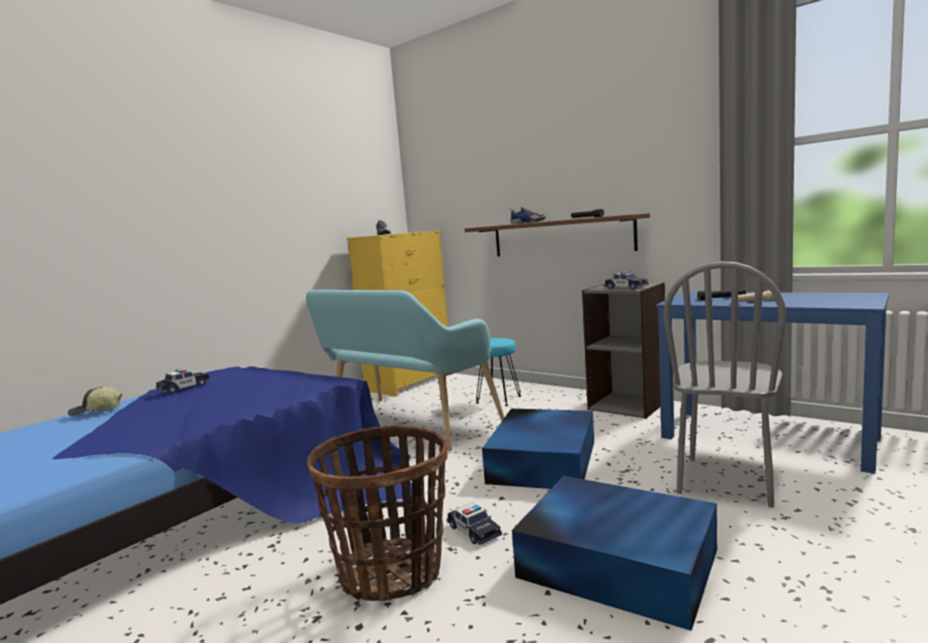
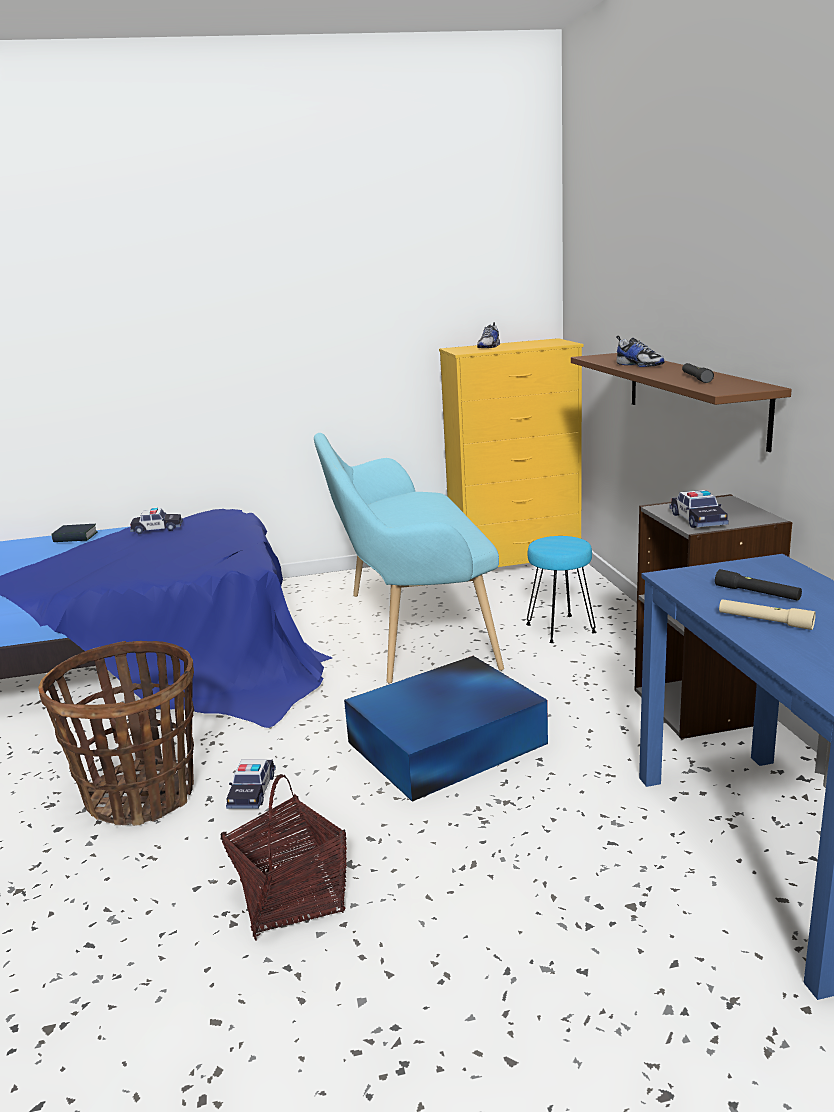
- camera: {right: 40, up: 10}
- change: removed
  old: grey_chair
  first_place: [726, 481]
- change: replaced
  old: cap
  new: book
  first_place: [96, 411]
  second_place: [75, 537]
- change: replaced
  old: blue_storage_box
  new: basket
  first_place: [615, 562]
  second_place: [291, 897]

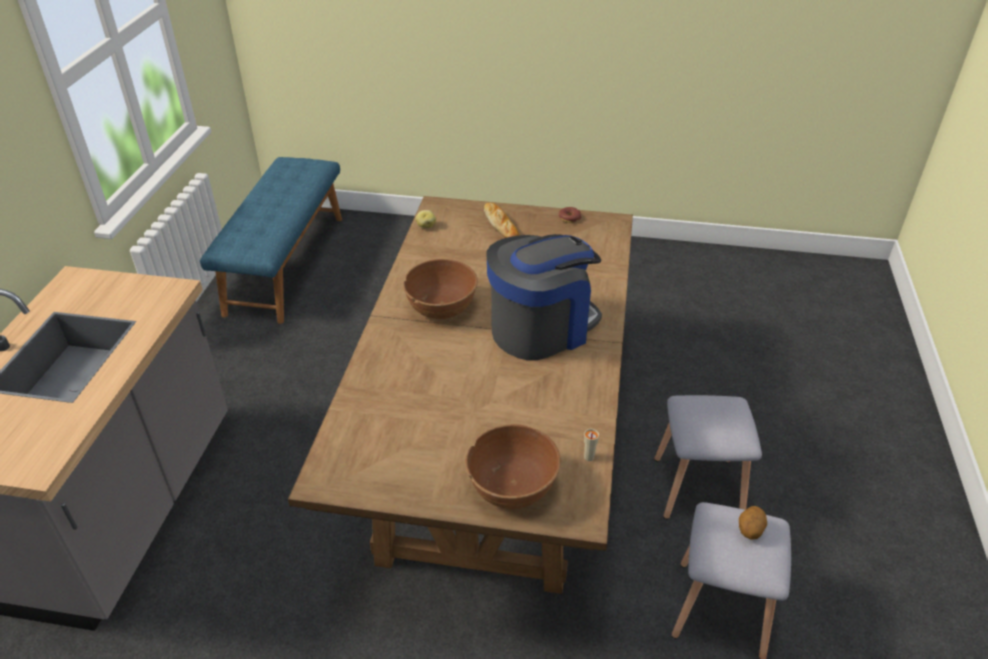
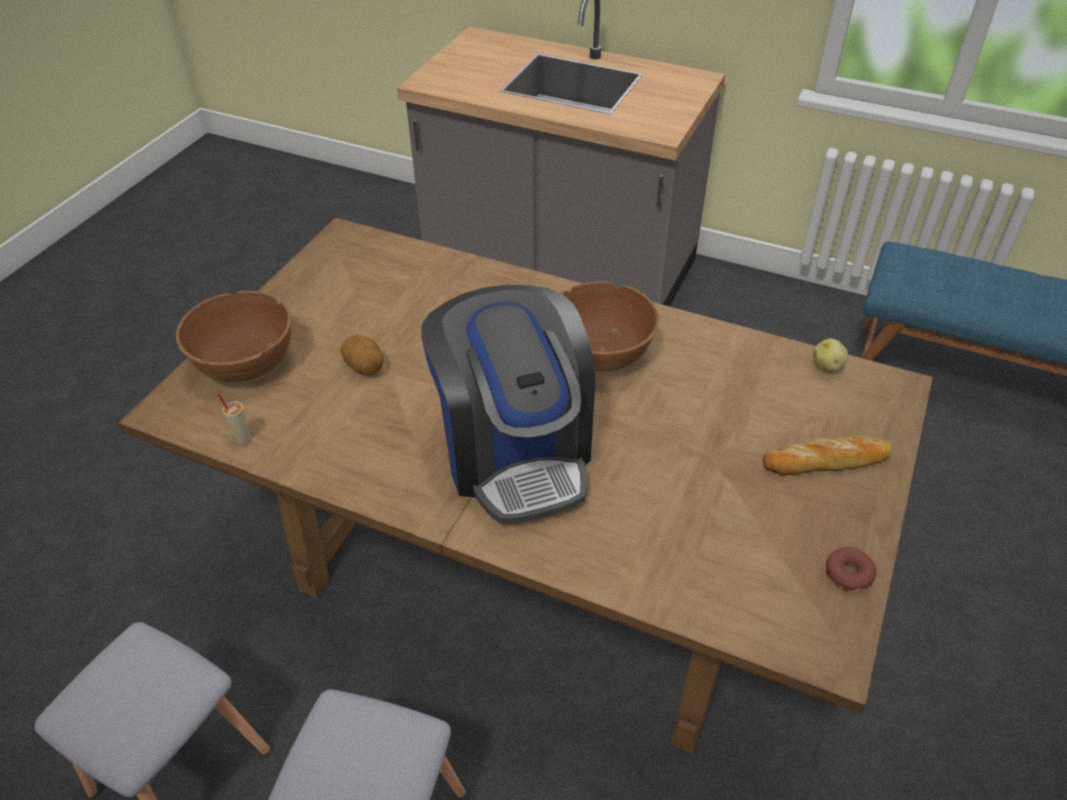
- camera: {right: 105, up: 5}
- change: moved
  old: potato
  first_place: [749, 530]
  second_place: [365, 367]

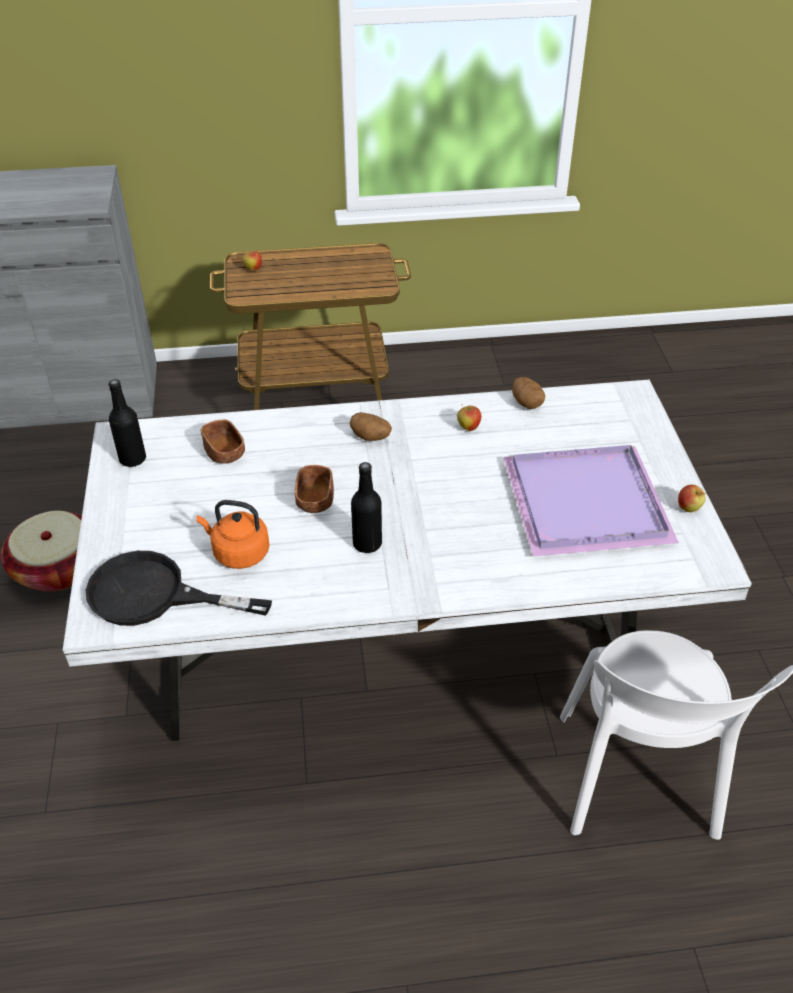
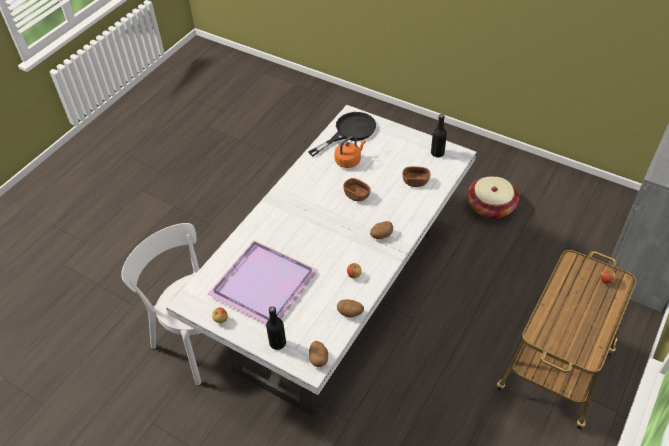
- camera: {right: 130, up: 5}
- change: moved
  old: black_bottle
  first_place: [367, 544]
  second_place: [277, 343]
- change: added
  new: potato
  second_place: [318, 358]

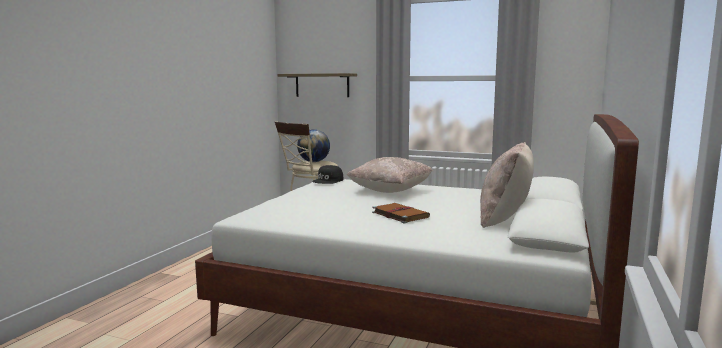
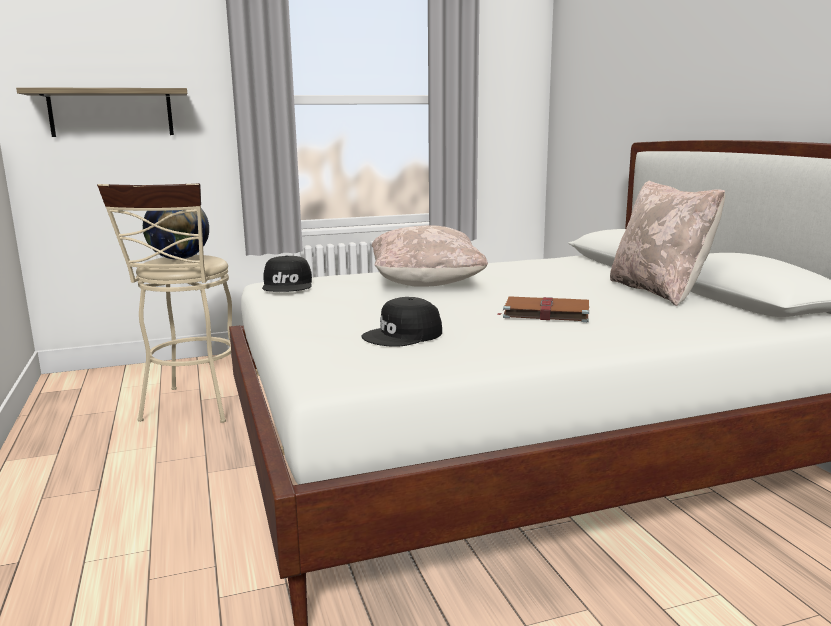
- camera: {right: -40, up: 5}
- change: added
  new: black_cap
  second_place: [403, 335]

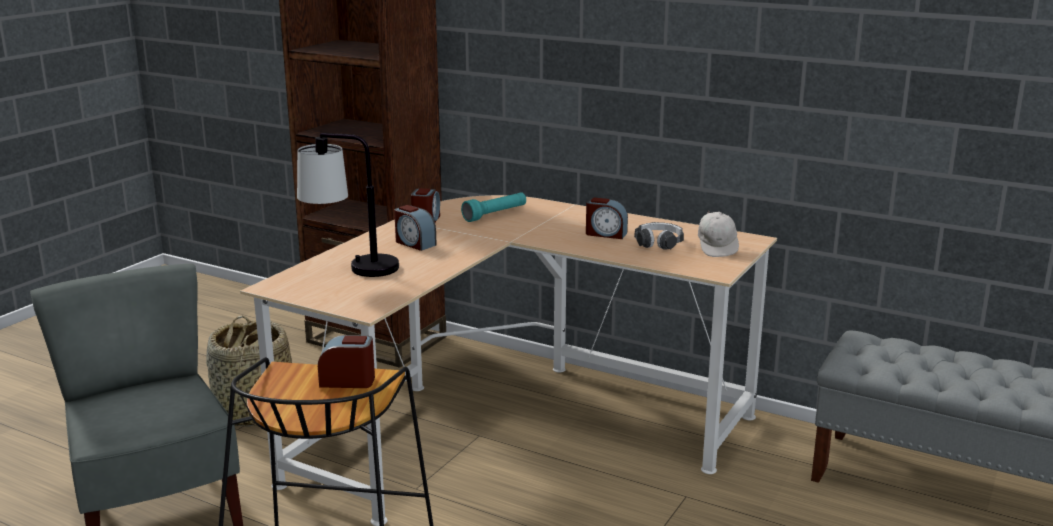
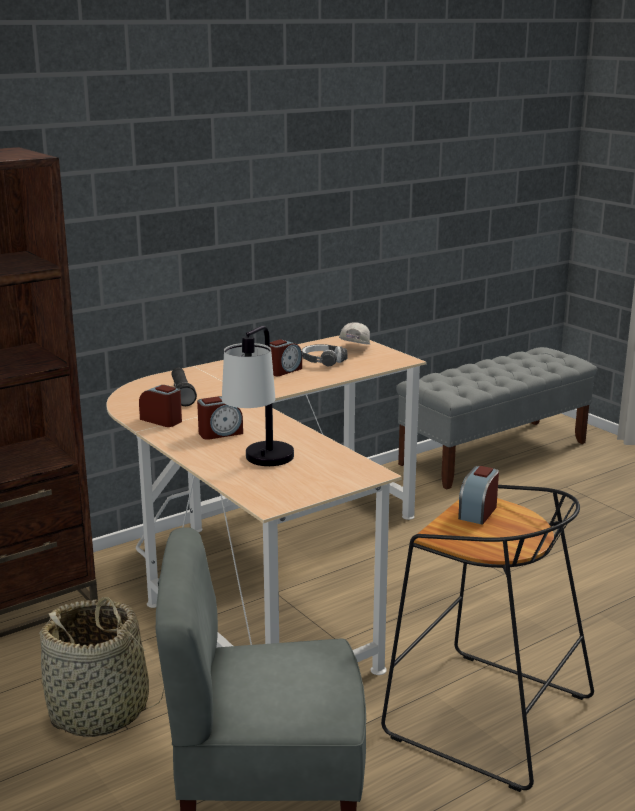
- camera: {right: -65, up: 0}
- change: recoloured
  old: turquoise_flashlight
  new: black_flashlight
  first_place: [495, 215]
  second_place: [182, 394]
- change: turned
  old: white_cap
  first_place: [717, 248]
  second_place: [354, 349]
  degrees: -105

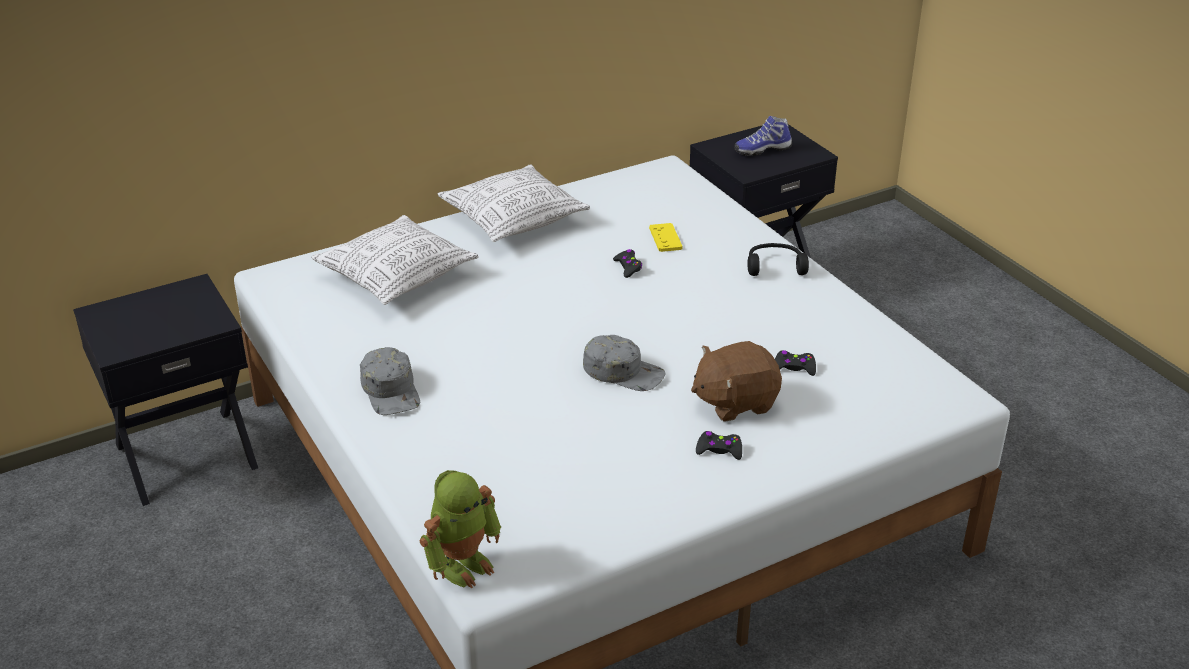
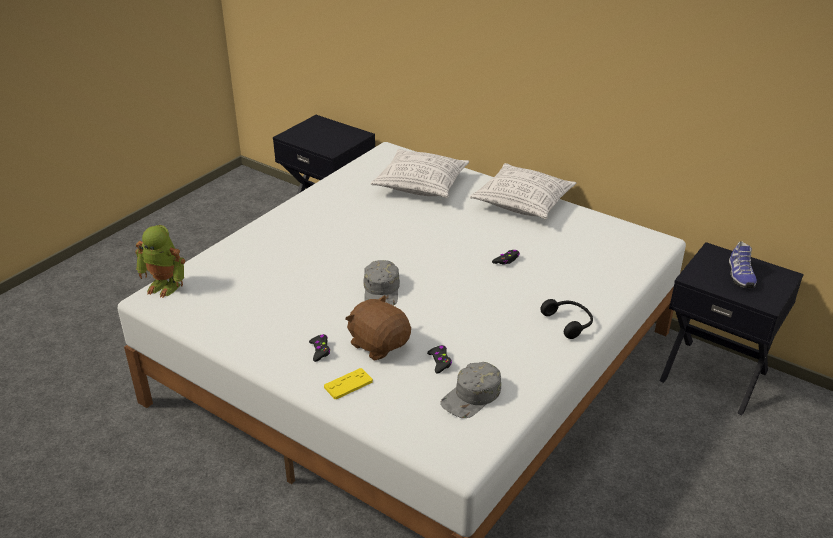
- camera: {right: 65, up: 0}
- change: turned
  old: shoe
  first_place: [762, 149]
  second_place: [739, 275]
  degrees: -135
- change: moved
  old: yellow_game_controller
  first_place: [665, 238]
  second_place: [348, 384]
- change: moved
  old: grey_cap
  first_place: [391, 390]
  second_place: [472, 396]

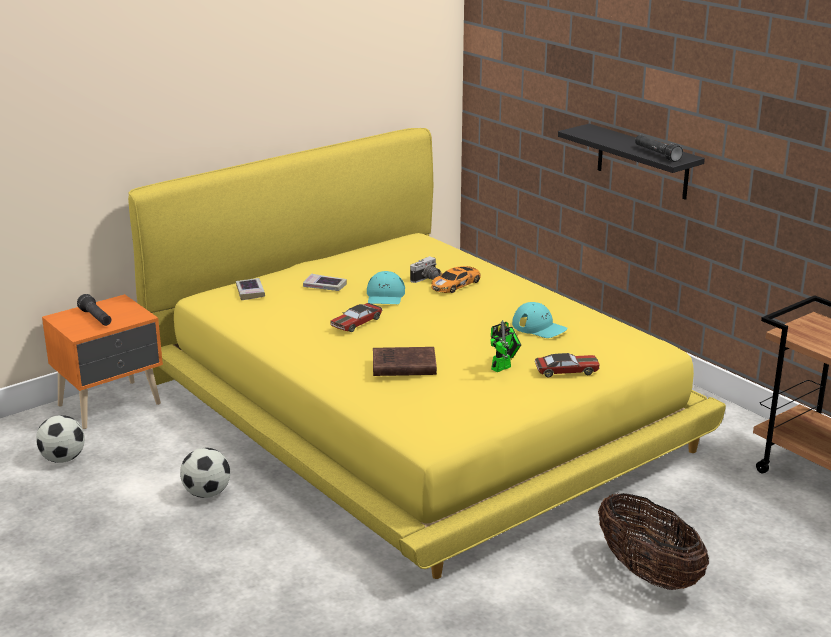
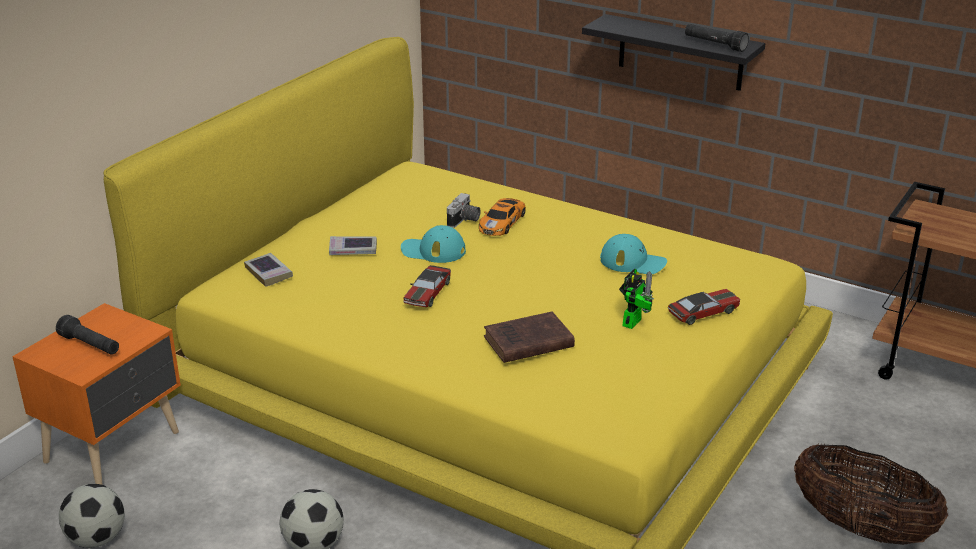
- camera: {right: -20, up: 5}
- change: turned
  old: turquoise_cap
  first_place: [385, 296]
  second_place: [433, 251]
  degrees: 120

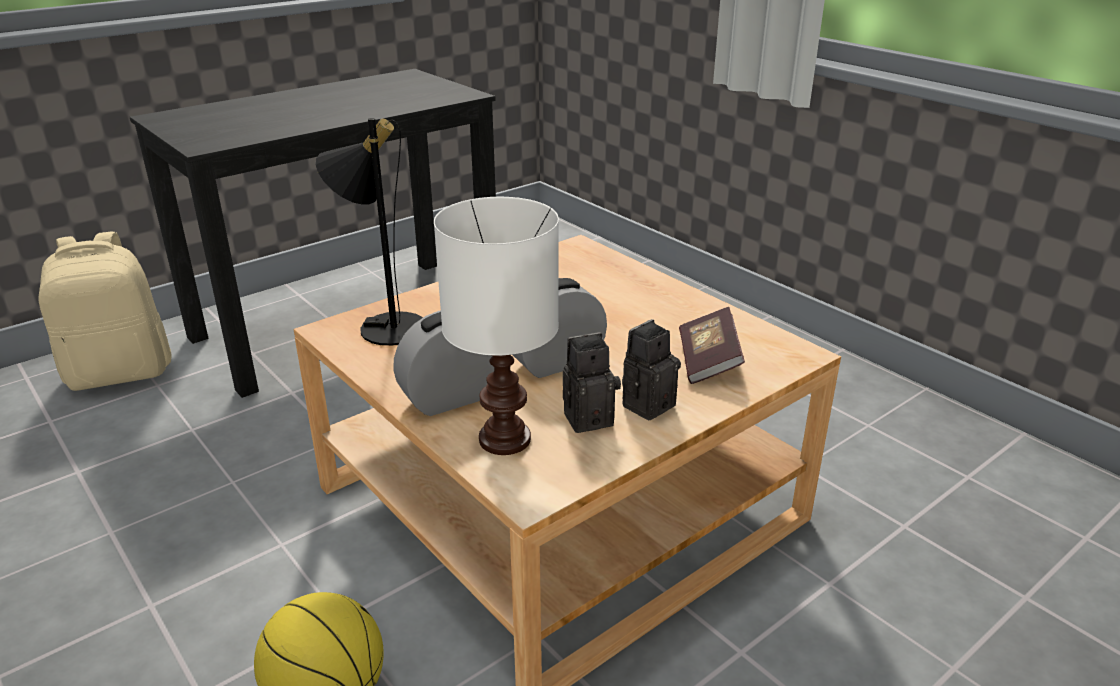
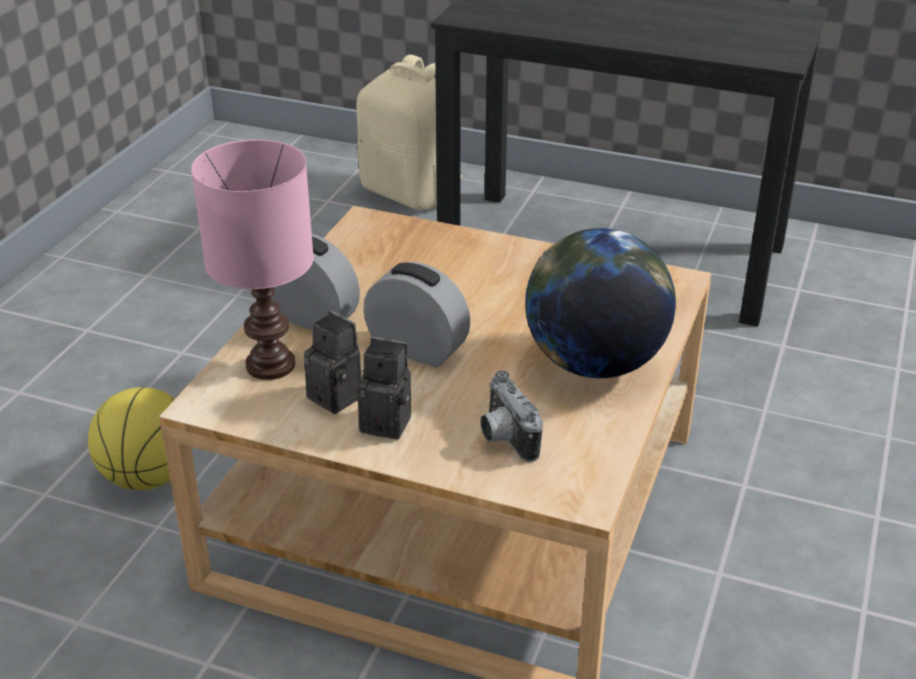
- camera: {right: 60, up: 5}
- change: removed
  old: black_table_lamp
  first_place: [383, 325]
- change: recoloured
  old: white_table_lamp
  new: pink_table_lamp
  first_place: [504, 438]
  second_place: [272, 364]
- change: replaced
  old: book
  new: photo_camera
  first_place: [708, 361]
  second_place: [503, 438]
- change: added
  new: globe
  second_place: [594, 364]

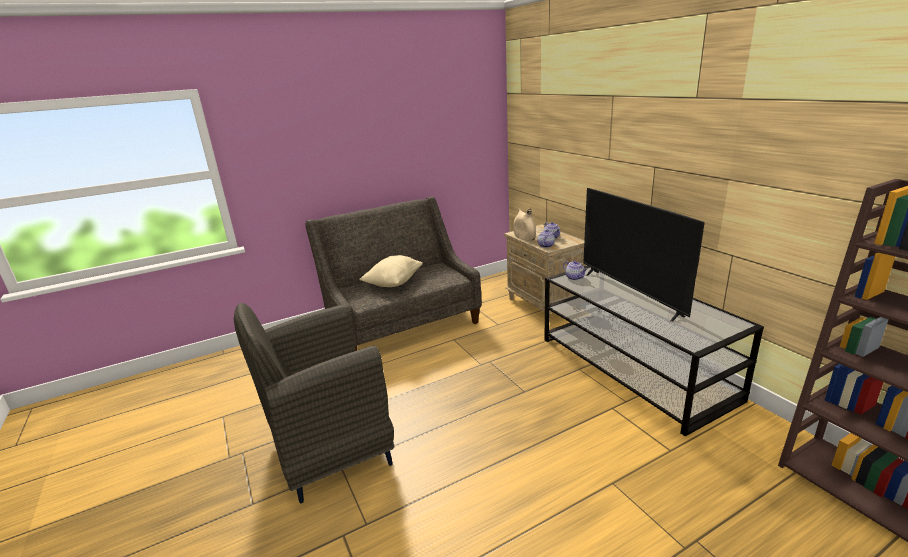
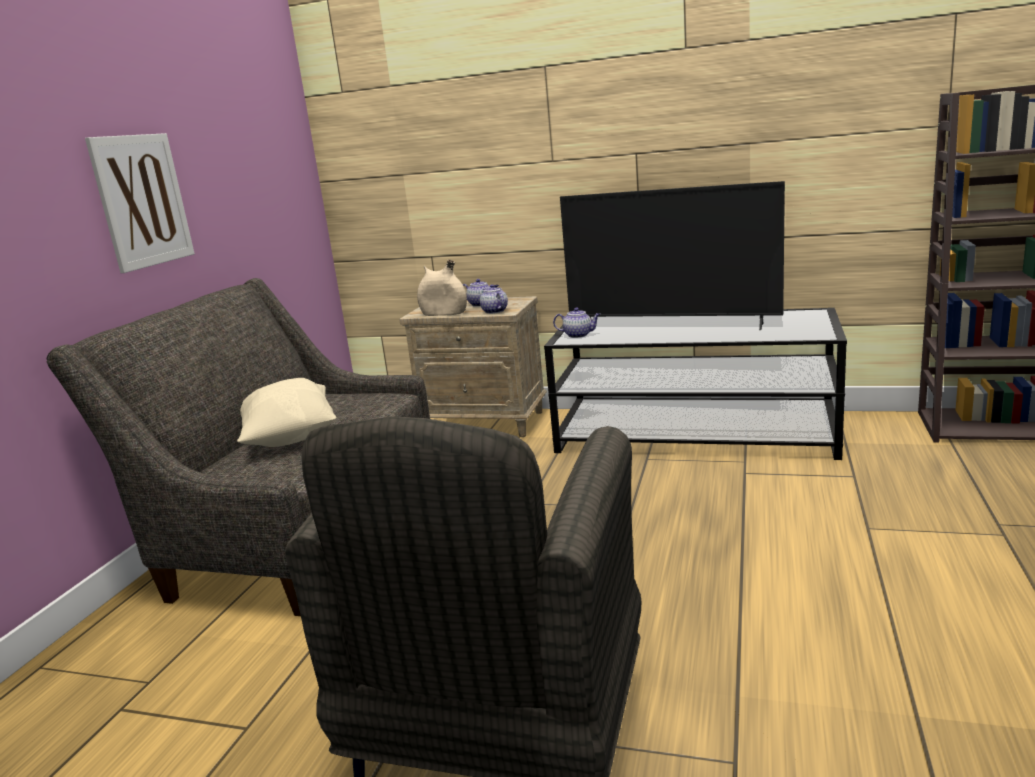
- camera: {right: -45, up: -5}
- change: added
  new: picture
  second_place: [142, 201]

